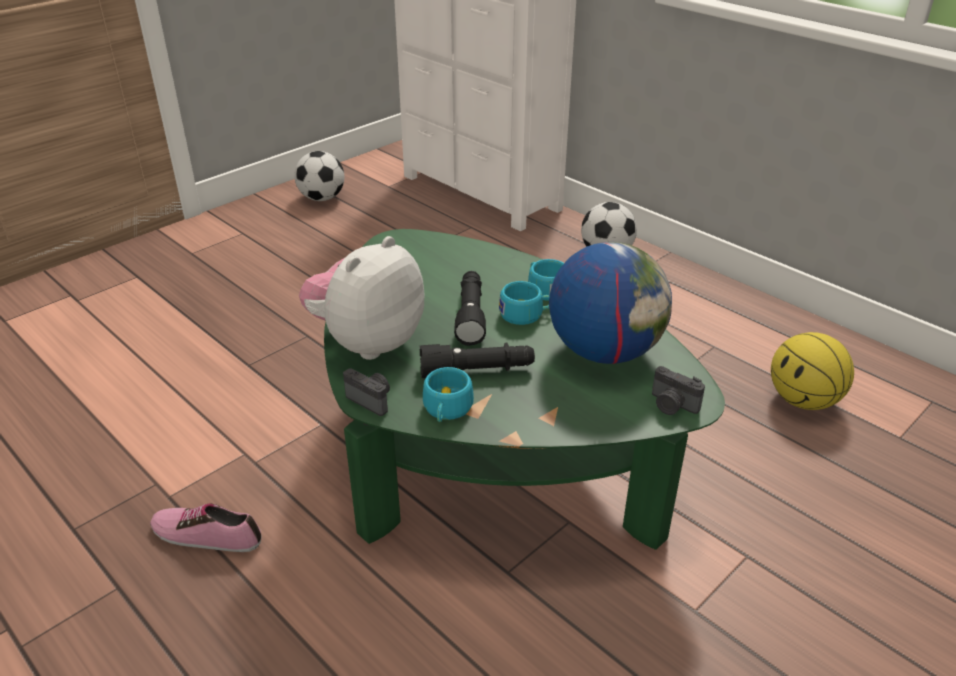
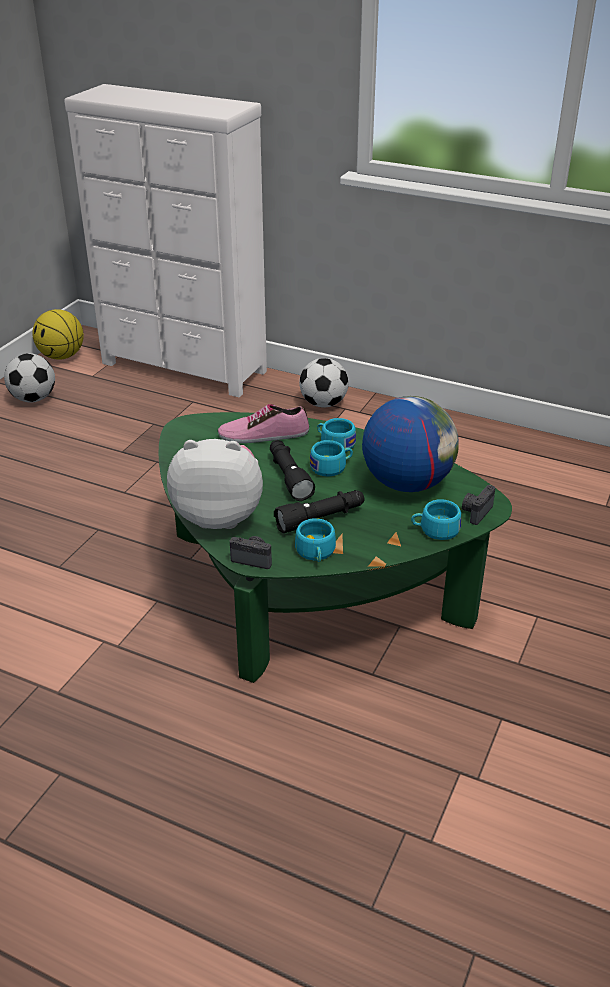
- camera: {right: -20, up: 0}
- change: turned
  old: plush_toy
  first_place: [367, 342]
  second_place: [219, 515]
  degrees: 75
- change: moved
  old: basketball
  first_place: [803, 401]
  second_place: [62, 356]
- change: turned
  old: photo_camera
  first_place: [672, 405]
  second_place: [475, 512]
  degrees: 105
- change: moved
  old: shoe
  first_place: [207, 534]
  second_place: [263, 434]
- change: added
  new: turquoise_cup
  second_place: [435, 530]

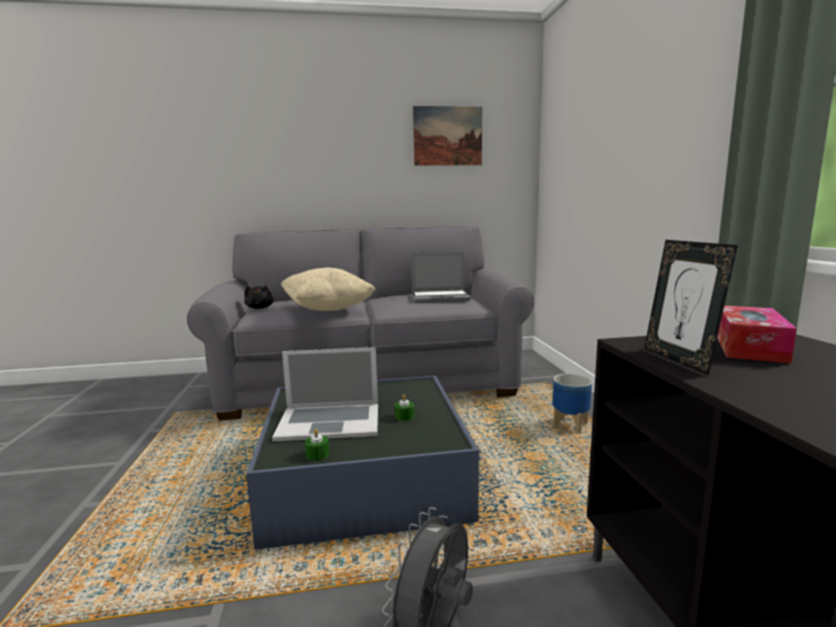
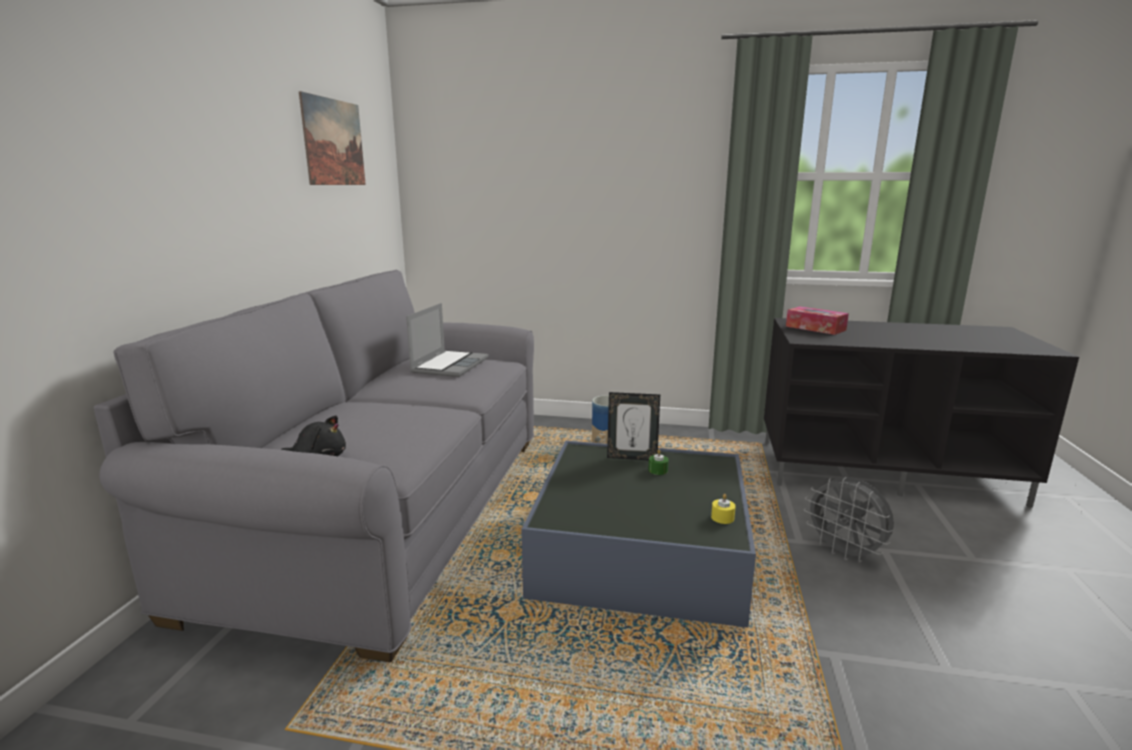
- camera: {right: -70, up: 5}
- change: moved
  old: picture_frame
  first_place: [679, 360]
  second_place: [632, 457]
- change: removed
  old: beige_pillow
  first_place: [327, 309]
- change: removed
  old: laptop
  first_place: [329, 421]
- change: recoloured
  old: green_candle
  new: yellow_candle
  first_place: [317, 454]
  second_place: [722, 517]

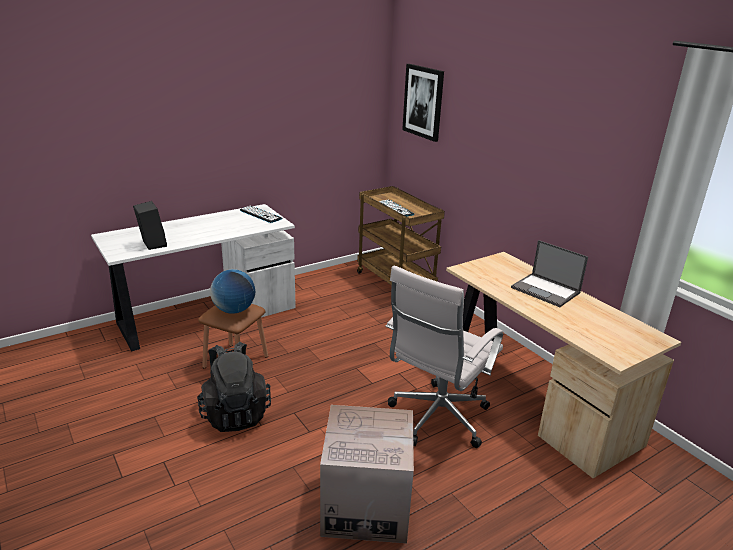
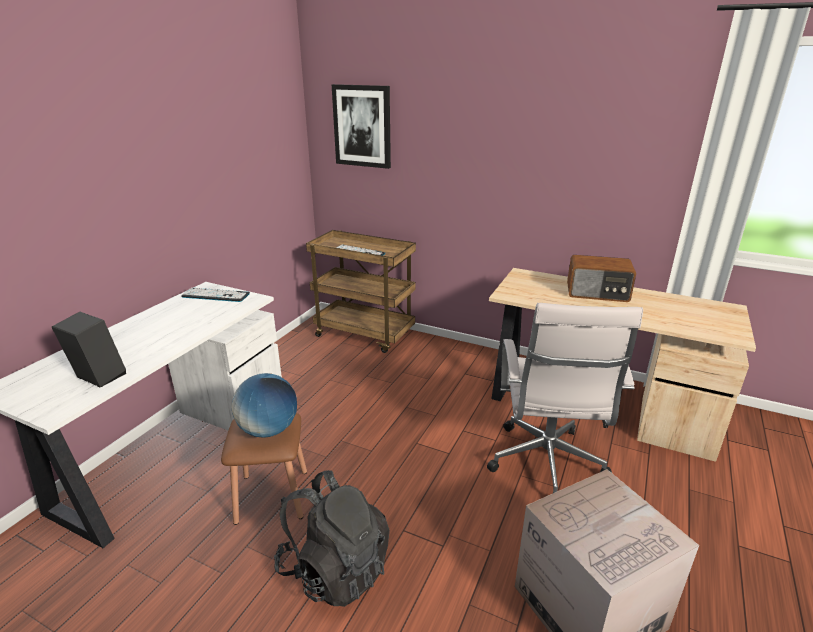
- camera: {right: -30, up: 0}
- change: replaced
  old: laptop
  new: radio
  first_place: [546, 290]
  second_place: [597, 293]

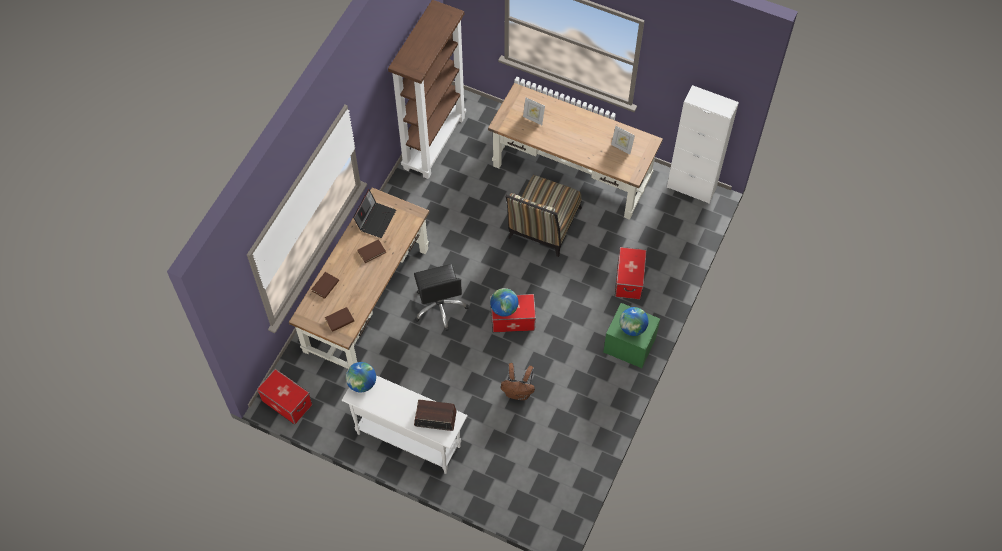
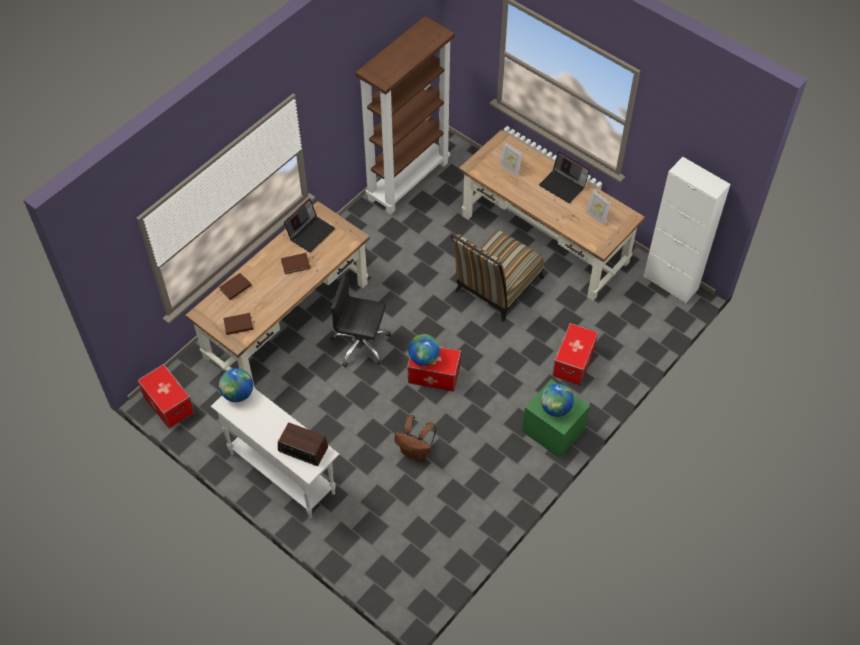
- camera: {right: 15, up: -5}
- change: turned
  old: black_office_chair
  first_place: [440, 307]
  second_place: [360, 344]
  degrees: 105
- change: added
  new: laptop
  second_place: [563, 185]

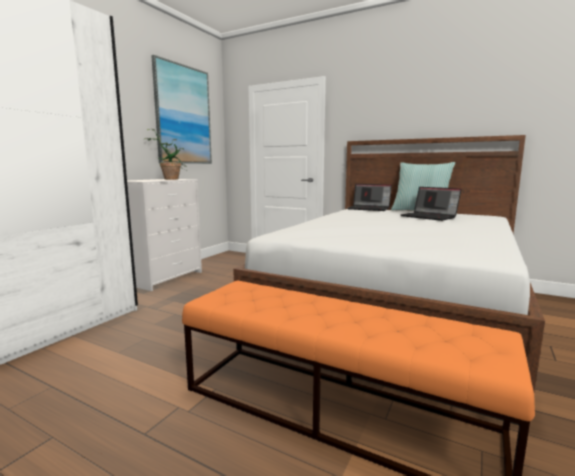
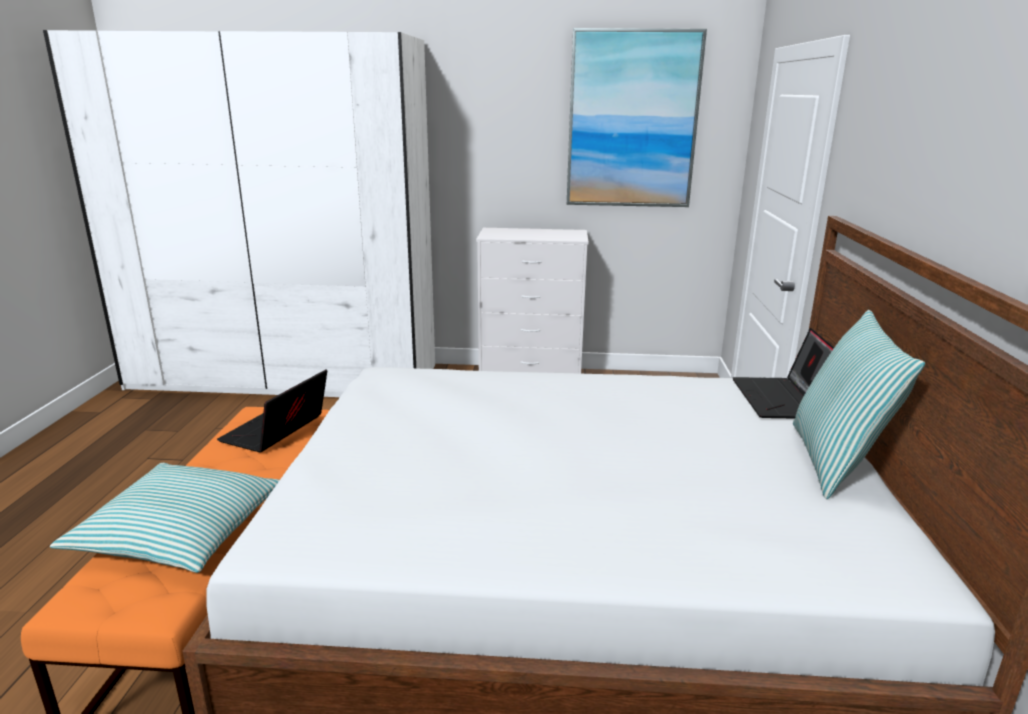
- camera: {right: 65, up: 10}
- change: removed
  old: potted_plant
  first_place: [171, 179]
- change: moved
  old: laptop
  first_place: [430, 217]
  second_place: [276, 431]
- change: added
  new: pillow
  second_place: [181, 531]

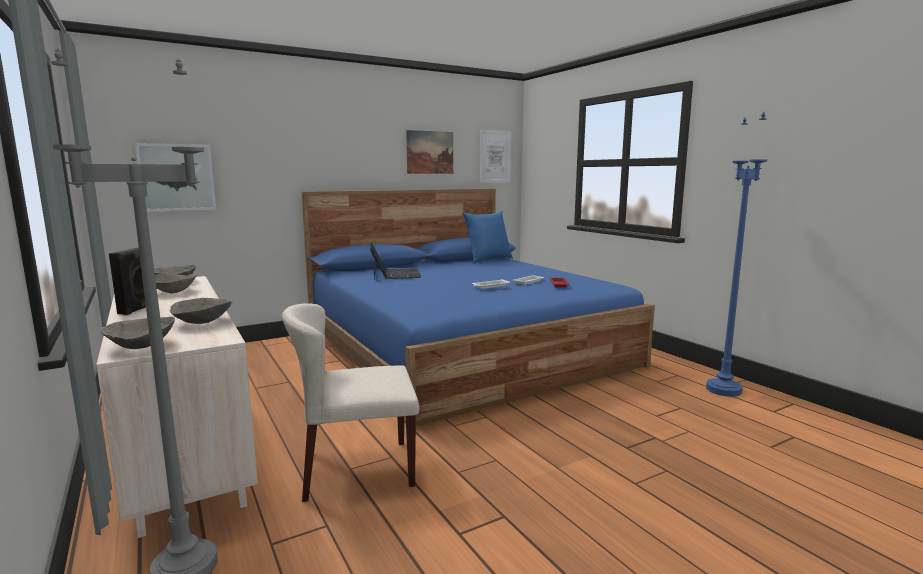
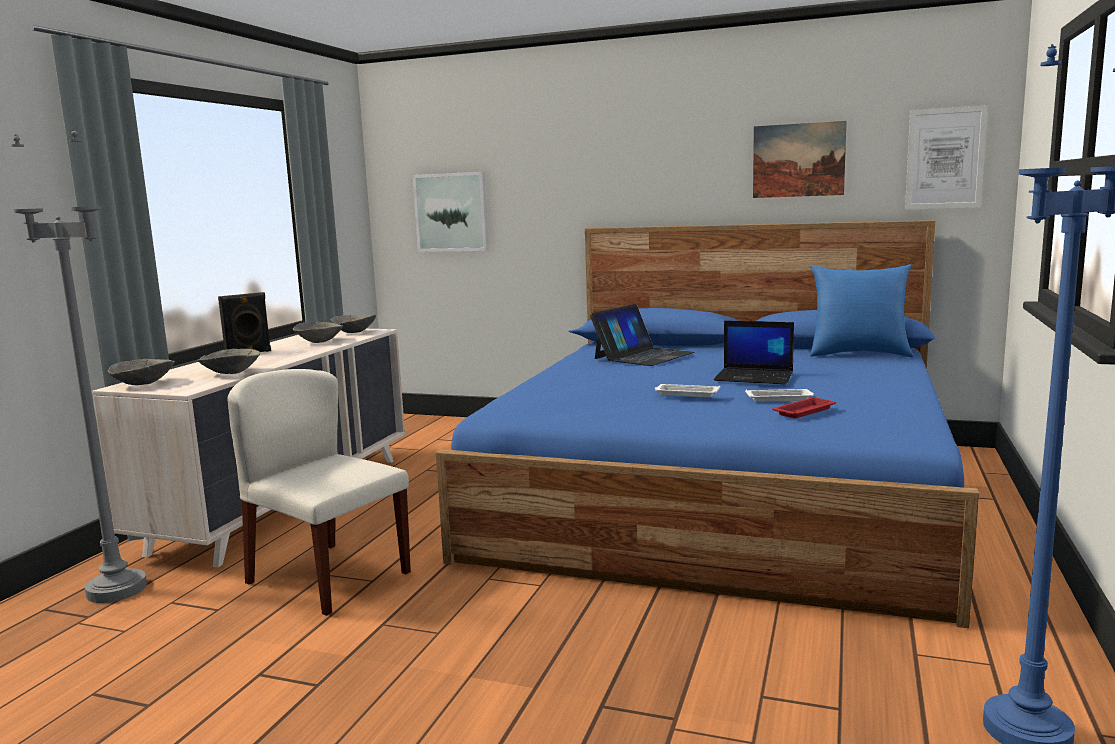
- camera: {right: 50, up: 0}
- change: added
  new: laptop
  second_place: [755, 377]

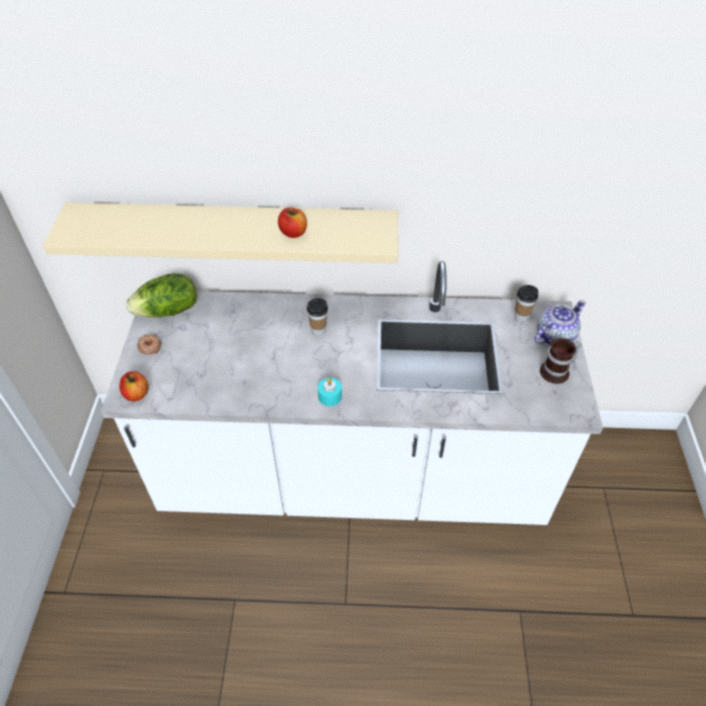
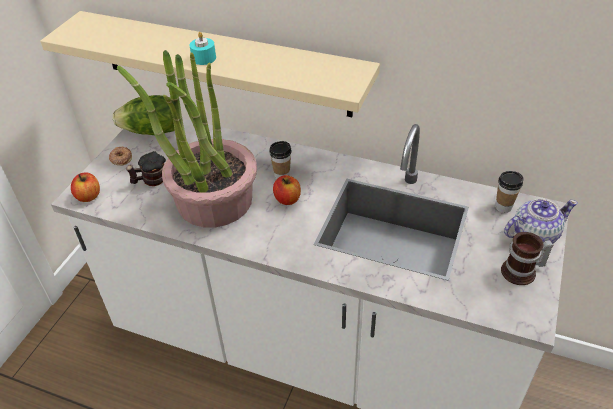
- camera: {right: 20, up: -5}
- change: moved
  old: apple
  first_place: [293, 233]
  second_place: [287, 199]
- change: moved
  old: turquoise_candle
  first_place: [330, 396]
  second_place: [204, 58]
- change: added
  new: potted_plant
  second_place: [213, 200]
- change: added
  new: mug
  second_place: [150, 181]

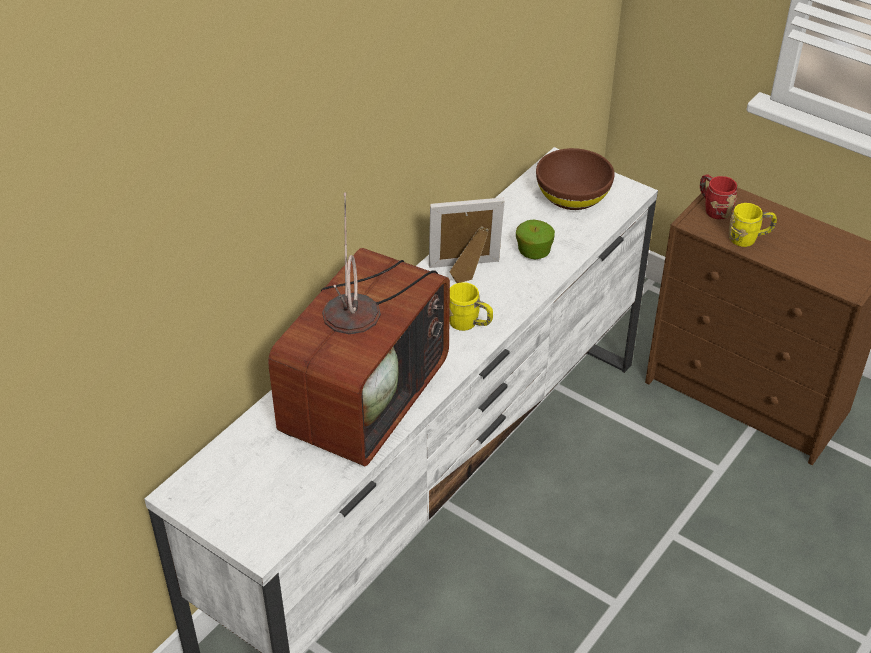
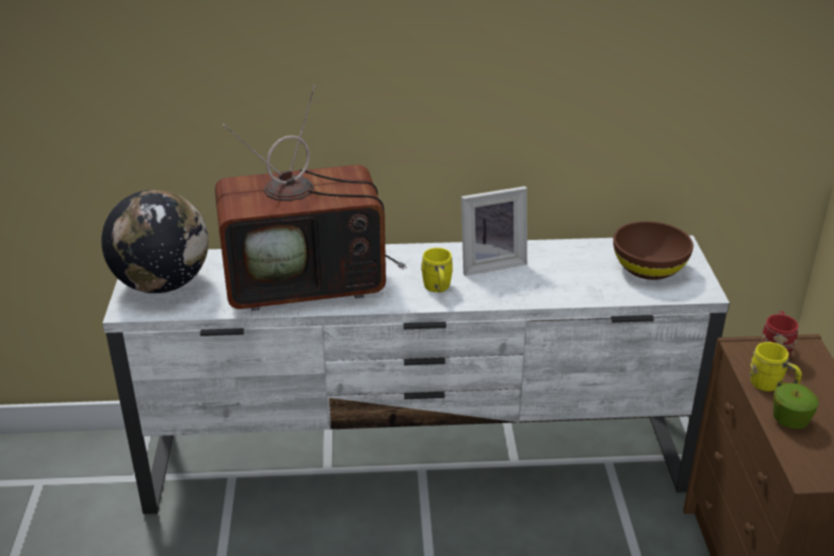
- camera: {right: 50, up: -10}
- change: turned
  old: picture_frame
  first_place: [465, 271]
  second_place: [490, 263]
  degrees: 120
- change: moved
  old: apple
  first_place: [533, 252]
  second_place: [790, 420]
- change: added
  new: globe
  second_place: [163, 284]

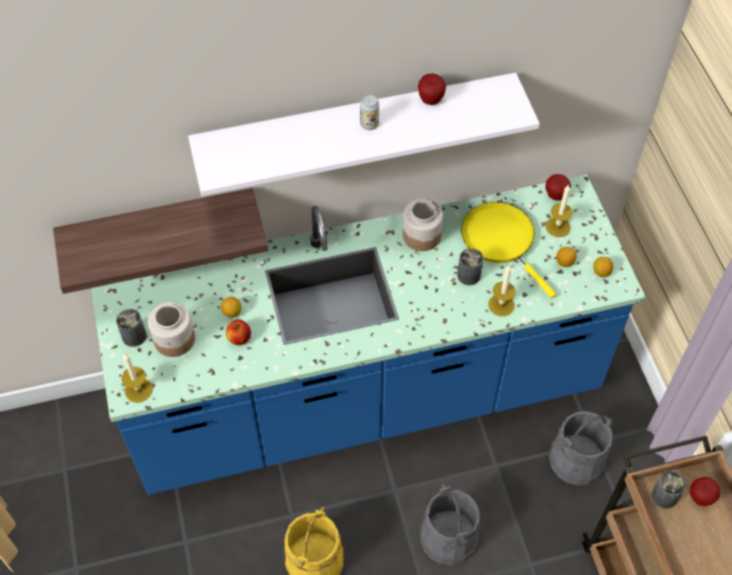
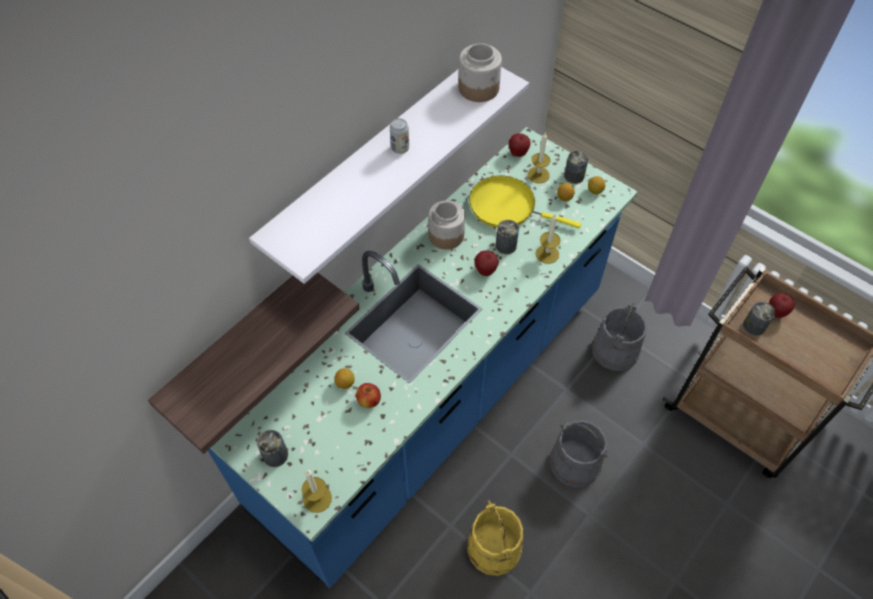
- camera: {right: -35, up: 0}
- change: moved
  old: apple
  first_place: [430, 100]
  second_place: [485, 271]
- change: moved
  old: jar
  first_place: [174, 340]
  second_place: [479, 88]
- change: added
  new: can
  second_place: [574, 176]

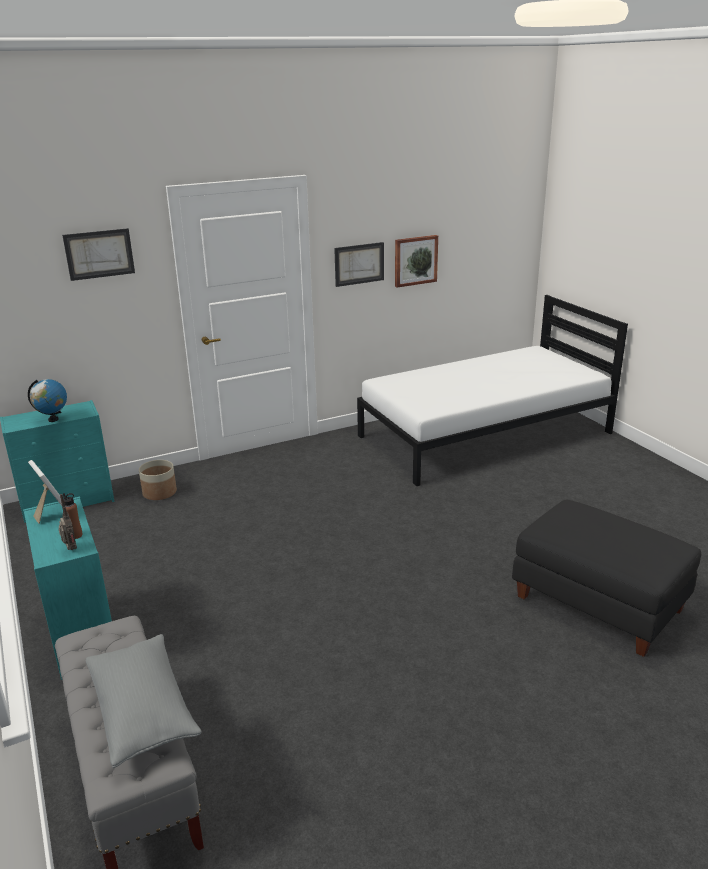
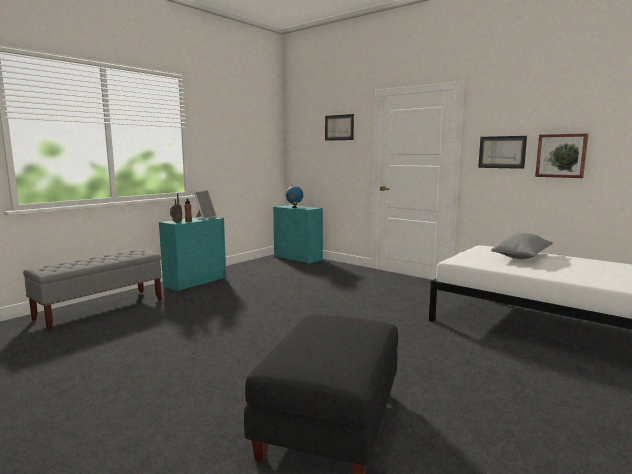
- camera: {right: 65, up: -15}
- change: removed
  old: planter
  first_place: [160, 492]
- change: moved
  old: grey_pillow
  first_place: [143, 711]
  second_place: [522, 257]

